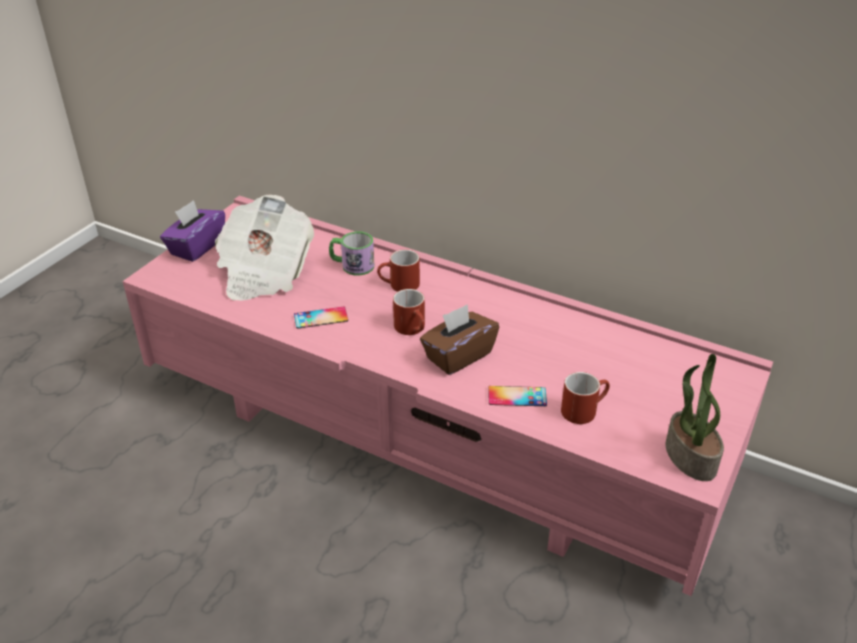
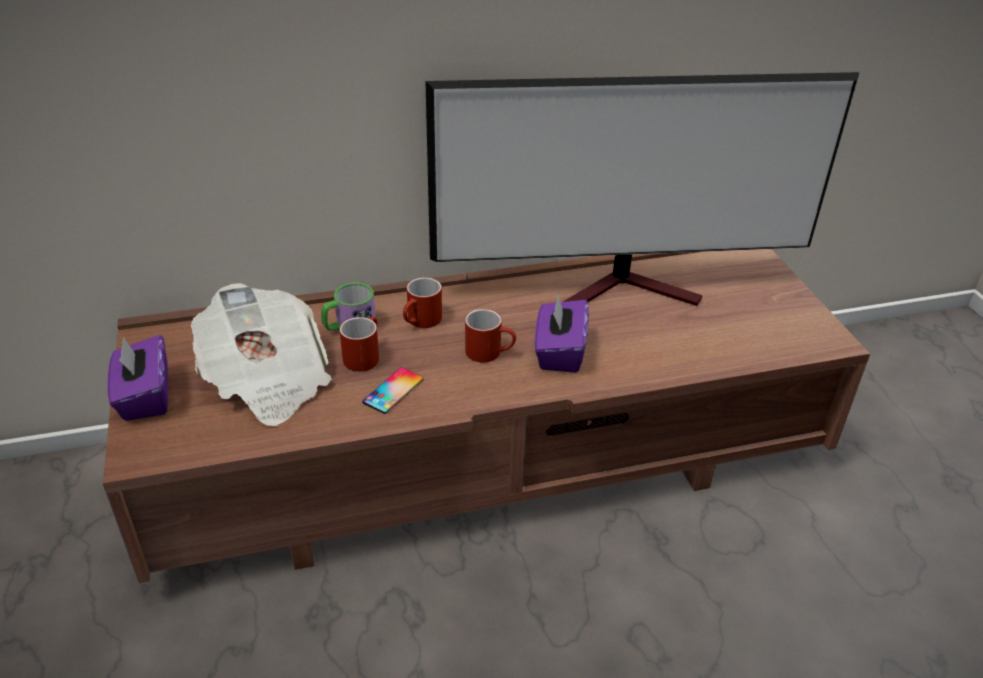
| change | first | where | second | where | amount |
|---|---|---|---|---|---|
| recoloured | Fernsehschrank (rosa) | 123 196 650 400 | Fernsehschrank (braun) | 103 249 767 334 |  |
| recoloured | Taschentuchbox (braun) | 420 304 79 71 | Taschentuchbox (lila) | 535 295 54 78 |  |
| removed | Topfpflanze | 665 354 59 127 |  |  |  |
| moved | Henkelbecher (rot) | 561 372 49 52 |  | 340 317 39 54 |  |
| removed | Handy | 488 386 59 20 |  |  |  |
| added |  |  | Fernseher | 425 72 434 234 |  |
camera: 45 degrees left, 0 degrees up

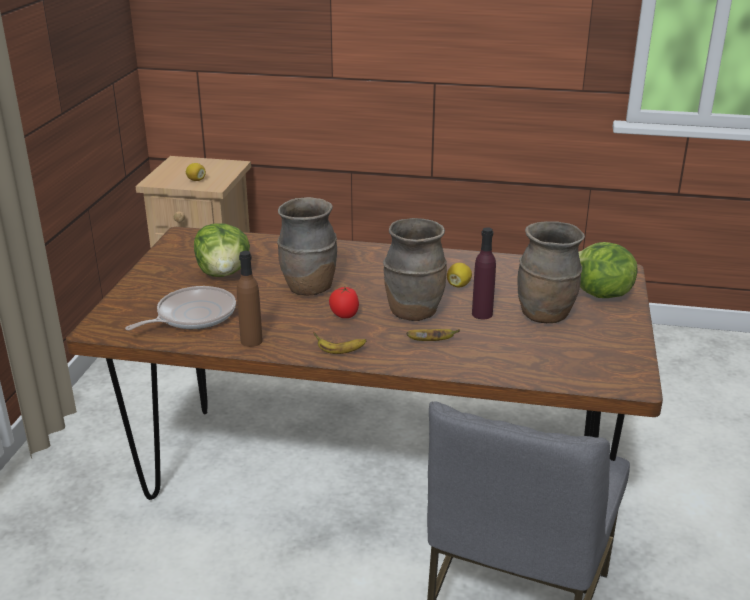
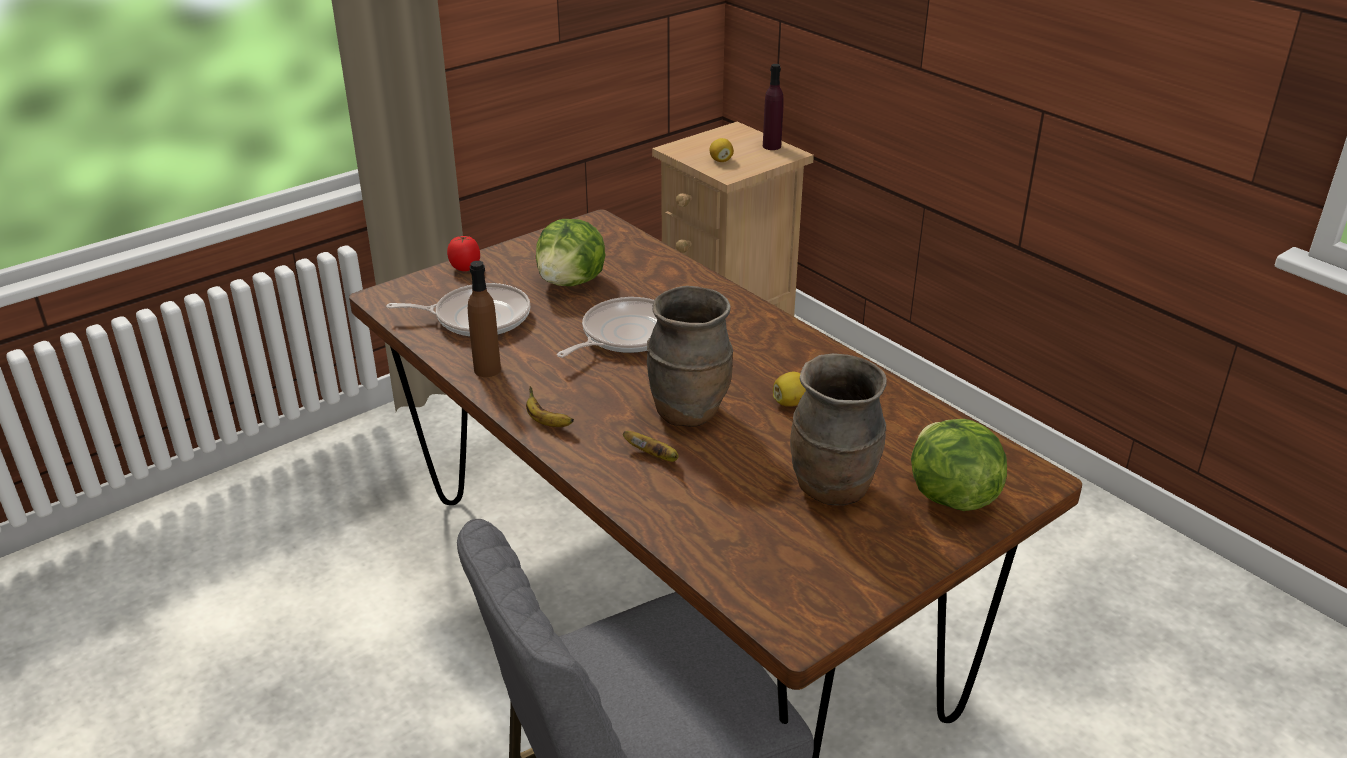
| change | first | where | second | where | amount |
|---|---|---|---|---|---|
| replaced | Vase (braun) | 277 197 60 99 | Pfanne | 557 297 100 61 |  |
| moved | Flasche (lila) | 472 227 24 92 |  | 763 64 21 86 |  |
| moved | Tomate | 329 287 30 31 |  | 447 236 33 35 |  |
camera: 40 degrees right, 5 degrees up

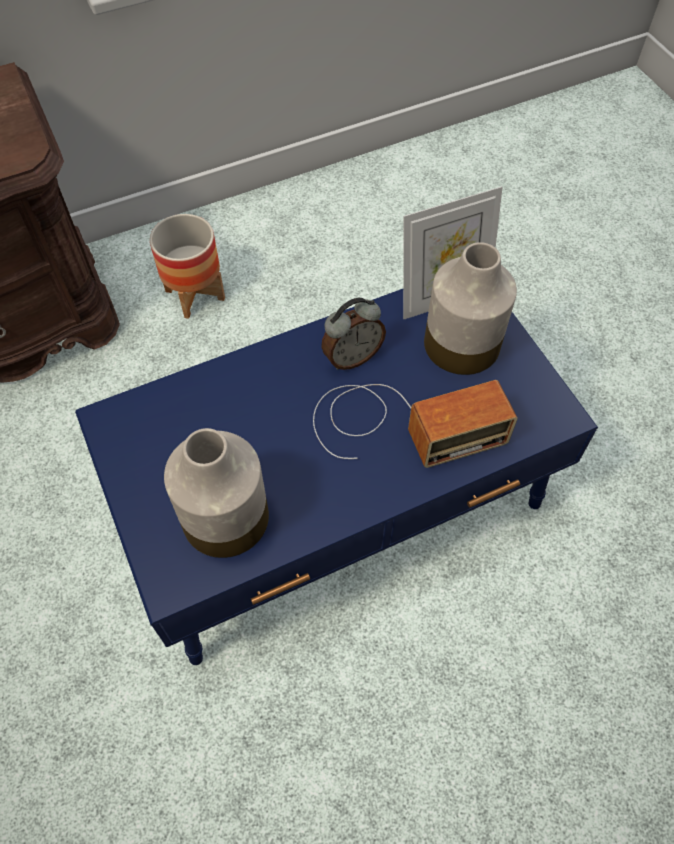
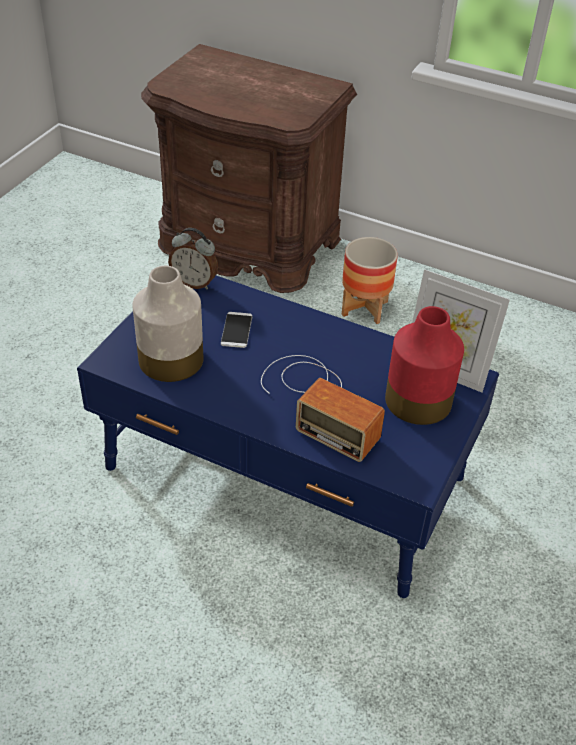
| change | first | where | second | where | amount |
|---|---|---|---|---|---|
| recoloured | Vase (beige) | 424 242 93 133 | Vase (rot) | 385 306 79 119 |  |
| moved | Wecker | 321 298 65 72 |  | 168 228 50 61 |  |
| added |  |  | Handy | 221 312 31 36 |  |
camera: 50 degrees right, 15 degrees down

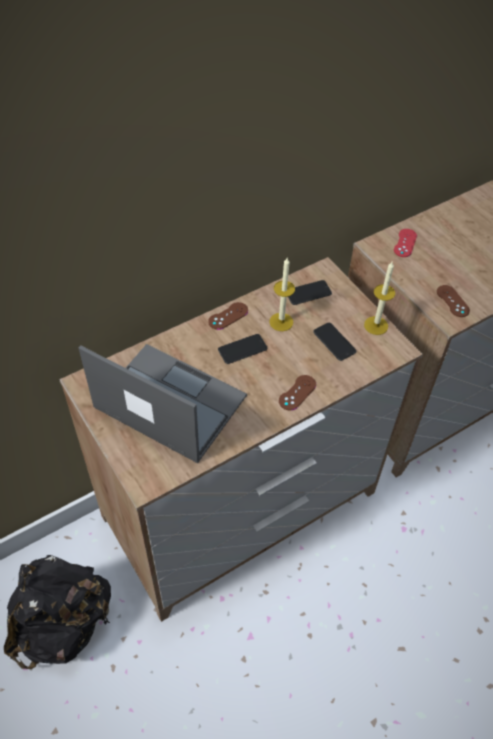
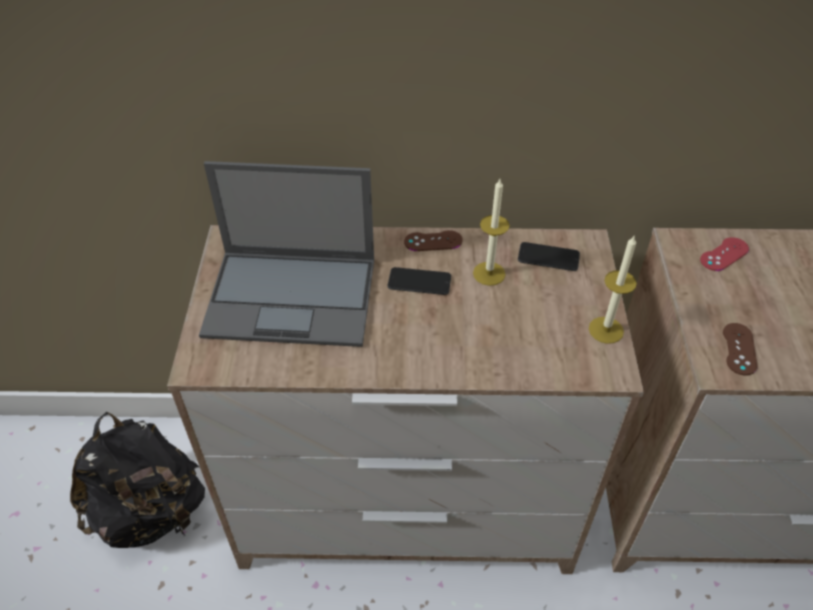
| change | first | where | second | where | amount |
|---|---|---|---|---|---|
| removed | Handy | 313 323 43 38 |  |  |  |
| turned | Laptop | 79 344 168 119 |  | 199 161 175 186 | 120 degrees clockwise |
| removed | Gamepad (braun) | 279 375 37 35 |  |  |  |
camera: 35 degrees right, 5 degrees down

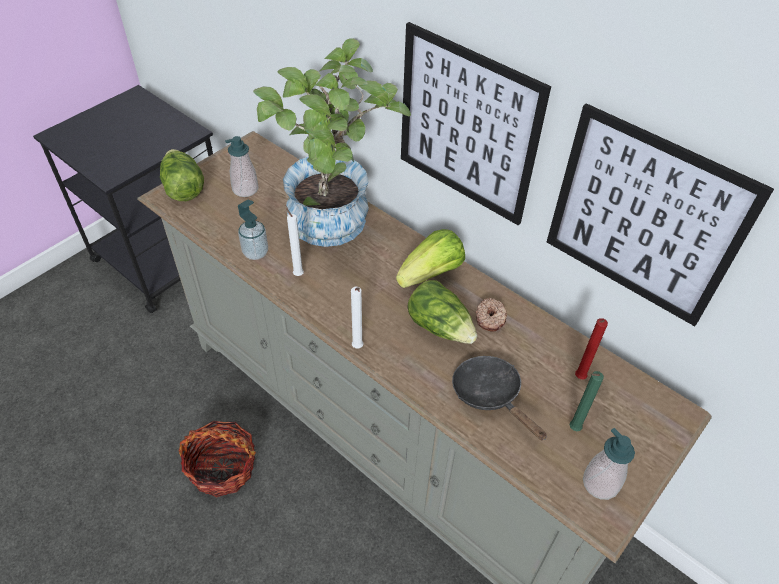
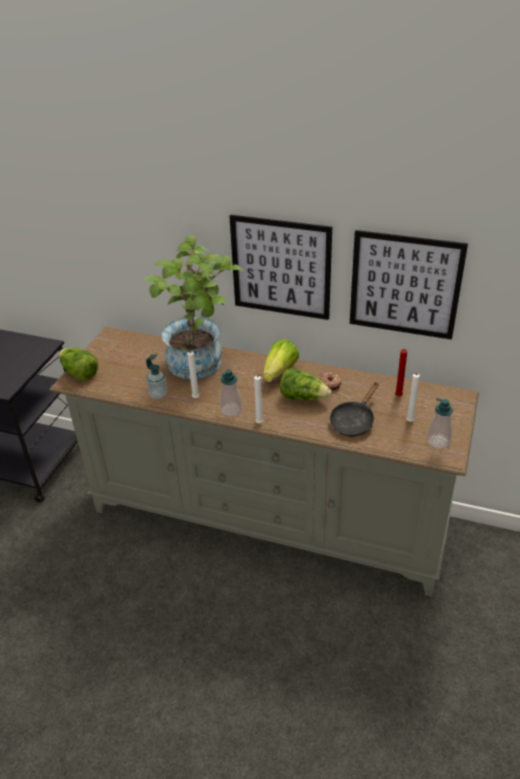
| change | first | where | second | where | amount |
|---|---|---|---|---|---|
| moved | Seifenspender | 225 136 34 61 |  | 220 369 22 48 |  |
| turned | Pfanne (schwarz) | 452 356 95 84 |  | 330 382 48 54 | 90 degrees counterclockwise |
| recoloured | Kerze (grün) | 570 371 34 60 | Kerze (weiß) | 406 373 14 49 |  |
| removed | Korb | 179 421 77 76 |  |  |  |
camera: 20 degrees left, 10 degrees down

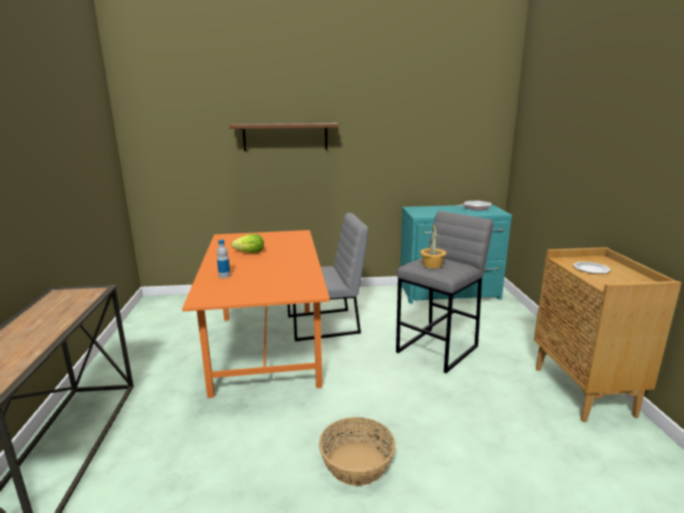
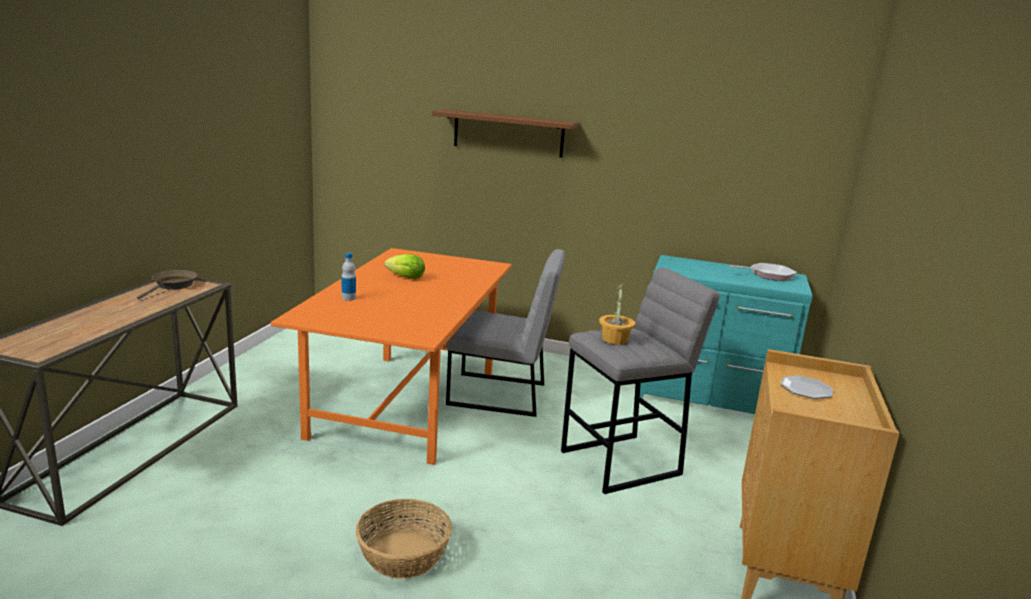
| change | first | where | second | where | amount |
|---|---|---|---|---|---|
| added |  |  | Pfanne (braun) | 137 270 61 29 |  |
camera: 20 degrees right, 0 degrees up

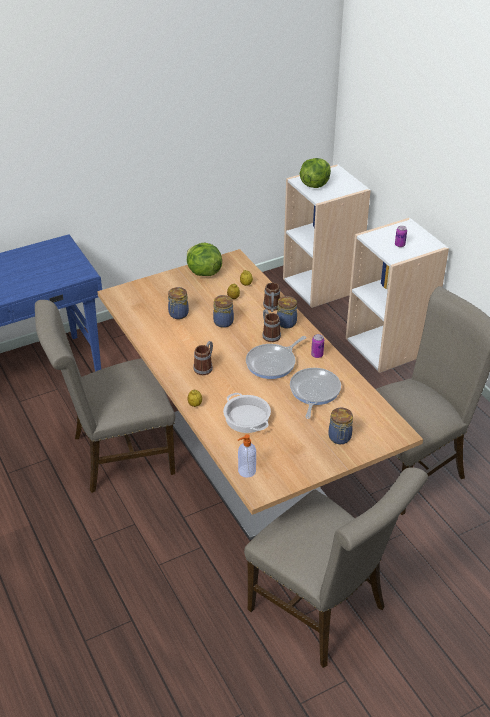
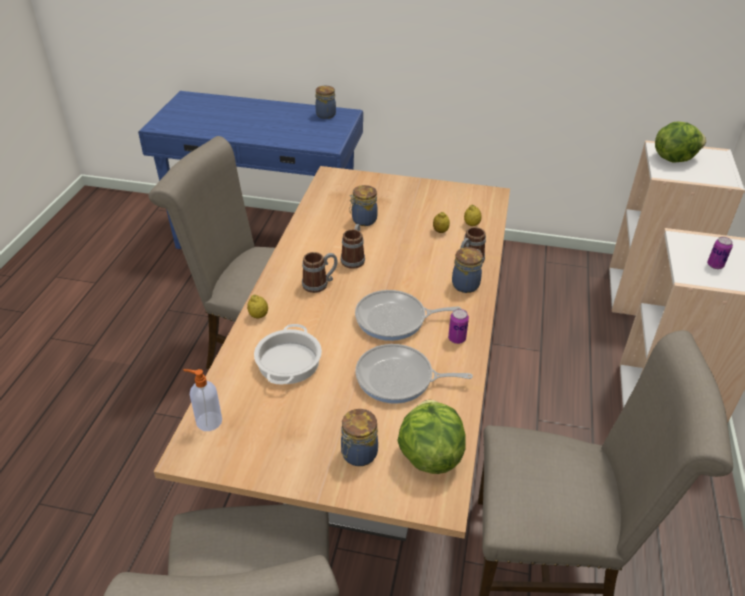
| change | first | where | second | where | amount |
|---|---|---|---|---|---|
| moved | Salatkopf | 187 243 35 33 |  | 397 400 69 74 |  |
| moved | Vorratsglas | 213 295 21 33 |  | 316 86 20 33 |  |
| moved | Henkelbecher | 262 309 19 33 |  | 341 224 24 45 |  |
| turned | Pfanne | 290 368 51 51 |  | 355 344 118 60 | 135 degrees counterclockwise |
camera: 40 degrees right, 0 degrees up

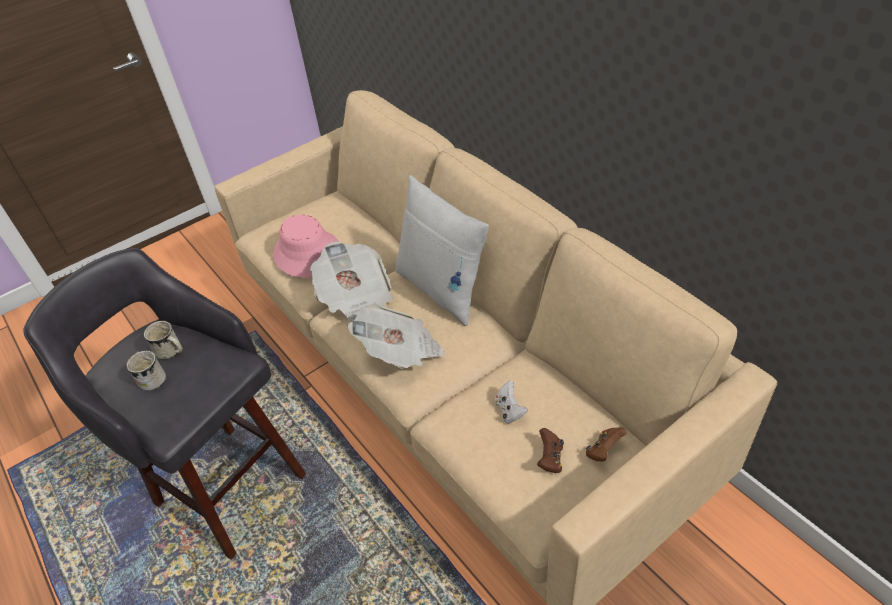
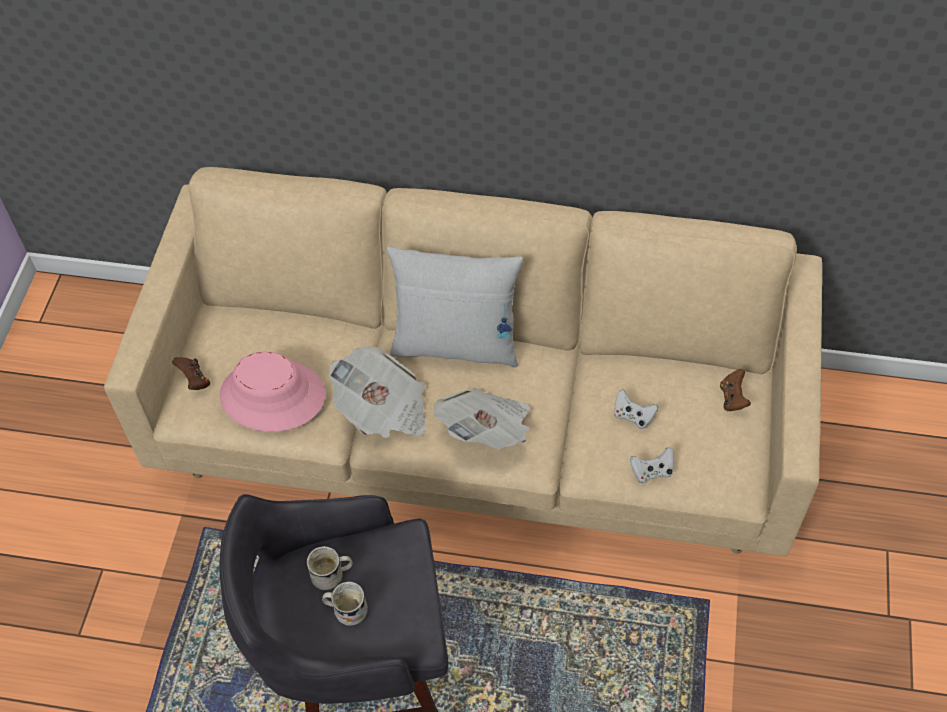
| change | first | where | second | where | amount |
|---|---|---|---|---|---|
| moved | Gamepad (braun) | 537 428 27 45 |  | 172 357 38 33 |  |
| added |  |  | Gamepad (weiß) | 630 446 44 38 |  |
camera: 45 degrees left, 10 degrees up

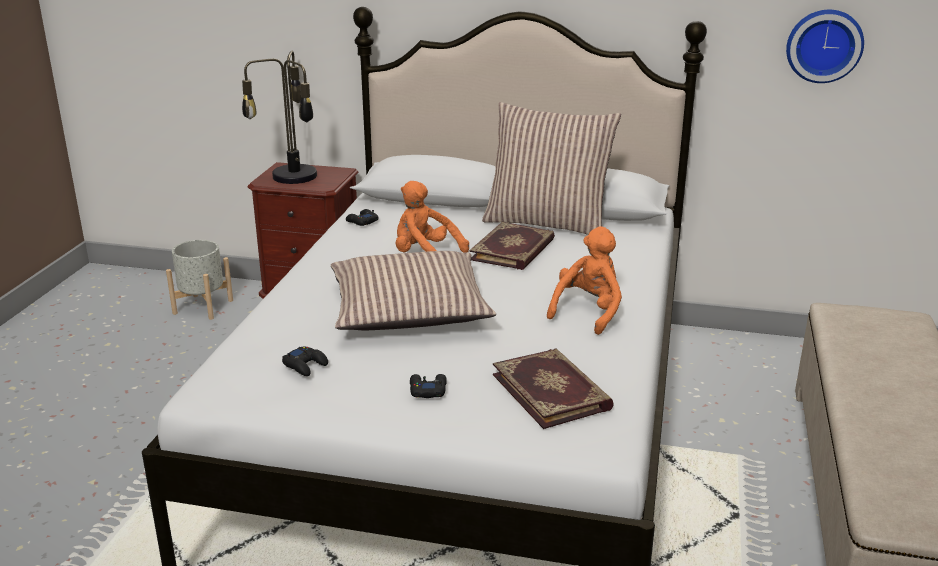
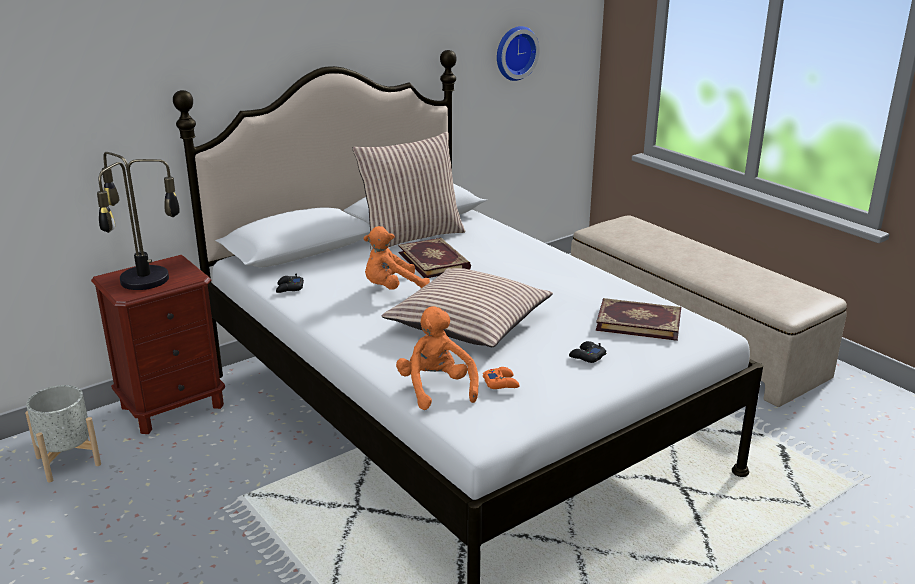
| change | first | where | second | where | amount |
|---|---|---|---|---|---|
| moved | Plüschtier (orange) | 547 226 75 109 |  | 396 306 83 104 |  |
| recoloured | Gamepad (schwarz) | 282 347 46 29 | Gamepad (orange) | 483 367 37 22 |  |
camera: 50 degrees left, 0 degrees up

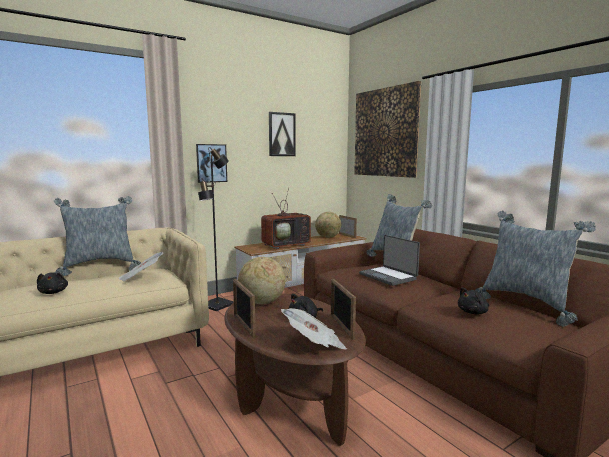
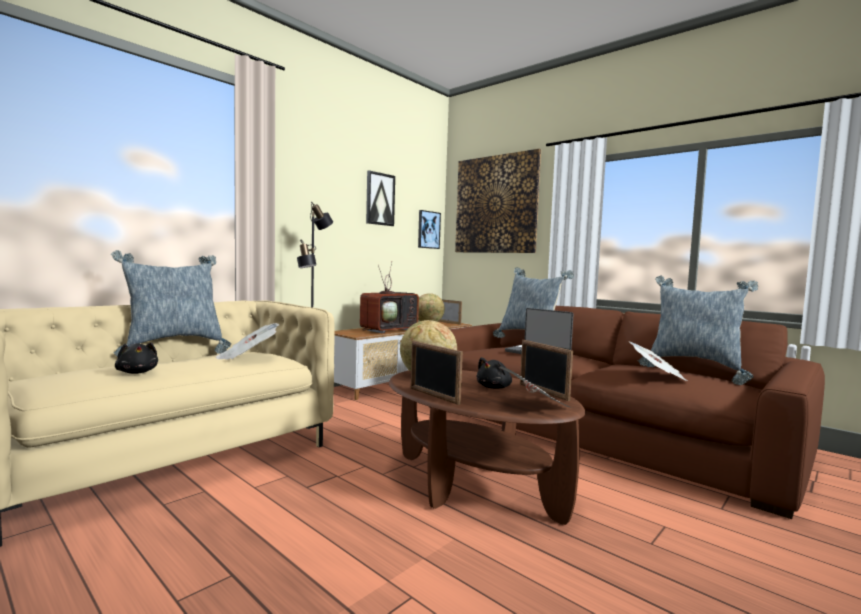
| change | first | where | second | where | amount |
|---|---|---|---|---|---|
| moved | Bild | 196 144 31 39 |  | 418 210 23 39 |  |
| replaced | Plüschtier (schwarz) | 458 287 32 27 | Zeitung | 628 341 59 40 |  |
camera: 15 degrees left, 5 degrees down

